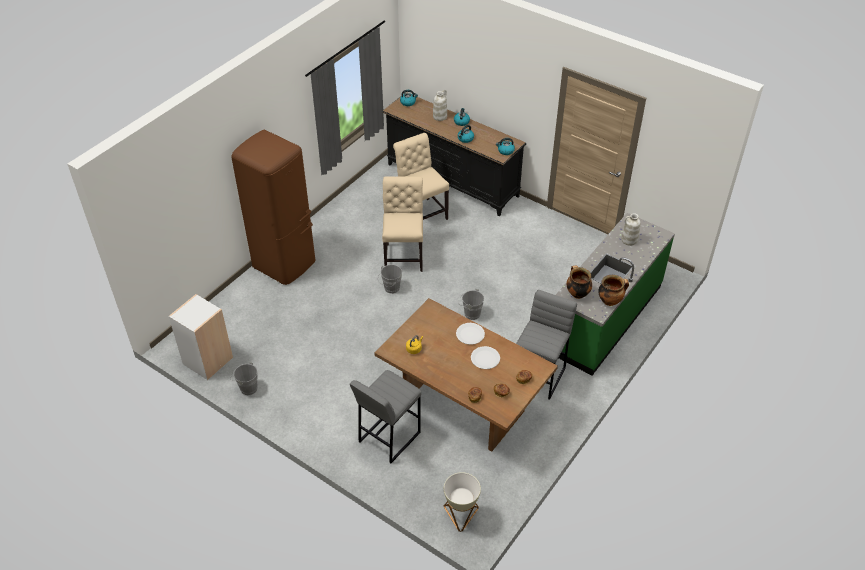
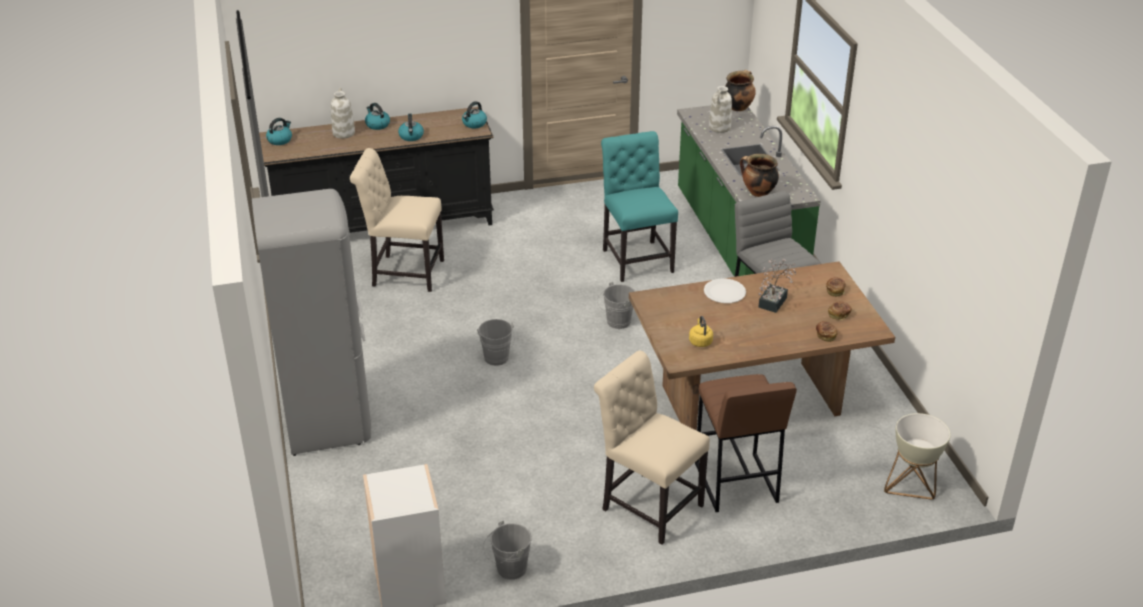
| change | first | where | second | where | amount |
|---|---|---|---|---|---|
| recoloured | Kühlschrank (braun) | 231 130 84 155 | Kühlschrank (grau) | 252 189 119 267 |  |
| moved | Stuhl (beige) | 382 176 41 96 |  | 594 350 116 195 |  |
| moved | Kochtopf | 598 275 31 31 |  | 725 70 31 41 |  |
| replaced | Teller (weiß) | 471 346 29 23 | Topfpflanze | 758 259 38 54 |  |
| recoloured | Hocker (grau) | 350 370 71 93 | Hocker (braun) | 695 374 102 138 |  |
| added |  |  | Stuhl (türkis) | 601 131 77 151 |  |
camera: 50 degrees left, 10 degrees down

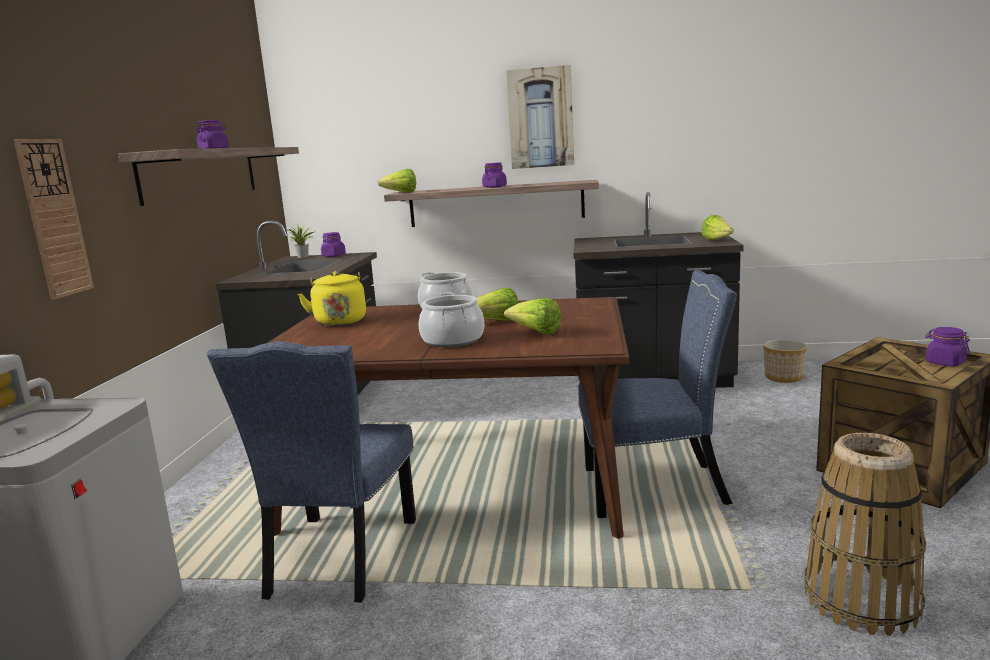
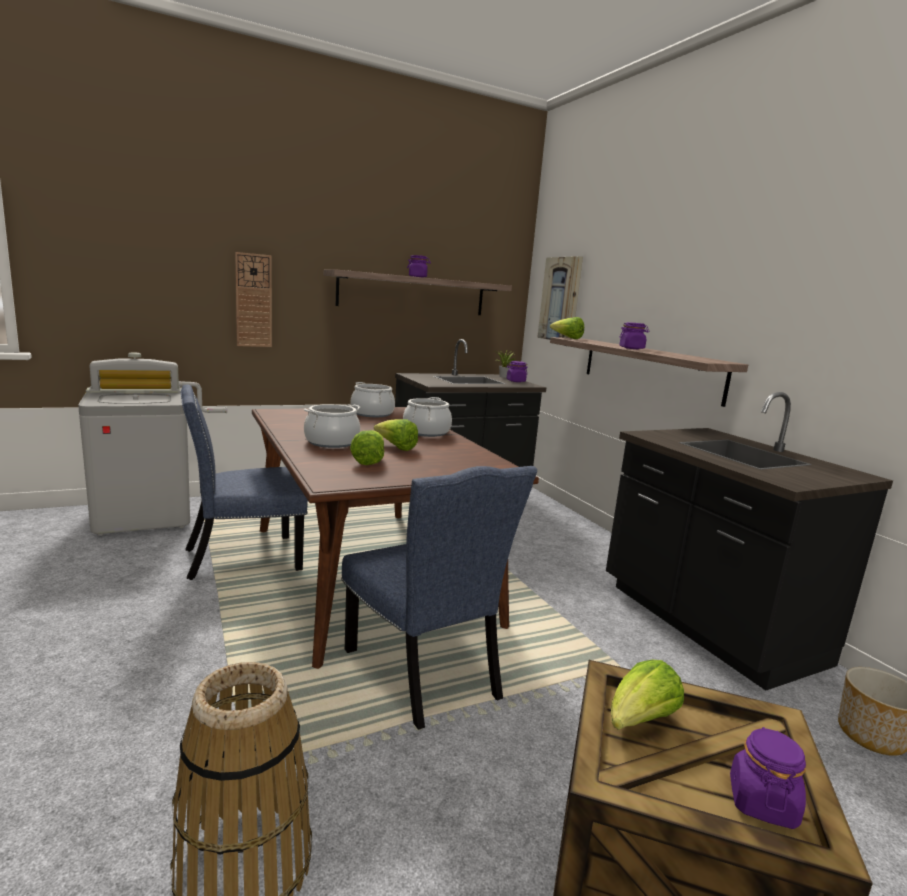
| change | first | where | second | where | amount |
|---|---|---|---|---|---|
| moved | Bild | 506 65 68 104 |  | 537 256 46 84 |  |
| moved | Salatkopf | 702 215 32 25 |  | 611 660 73 70 |  |
| replaced | Wasserkessel (gelb) | 298 271 68 55 | Kochtopf | 350 382 45 35 |  |
camera: 55 degrees right, 0 degrees up

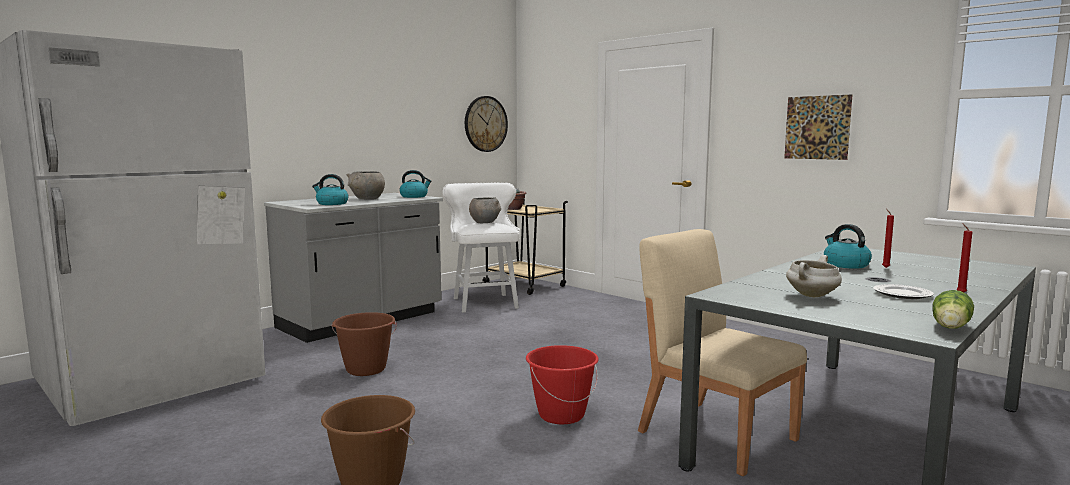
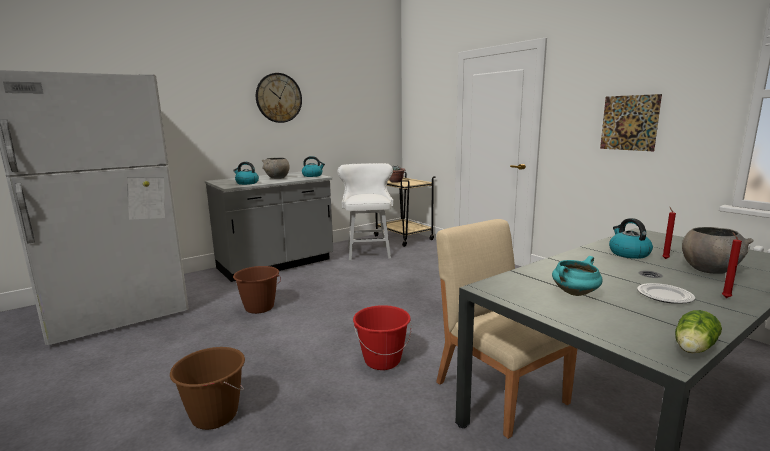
| change | first | where | second | where | amount |
|---|---|---|---|---|---|
| moved | Wanduhr | 465 96 43 56 |  | 256 73 46 50 |  |
| moved | Schüssel (grau) | 469 197 32 26 |  | 682 227 72 47 |  |
| recoloured | Kochtopf (weiß) | 786 255 56 42 | Kochtopf (türkis) | 552 256 51 40 |  |
camera: 10 degrees right, 5 degrees up

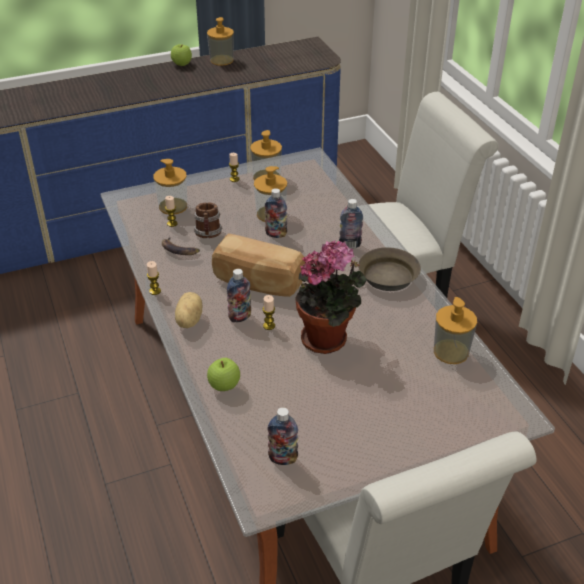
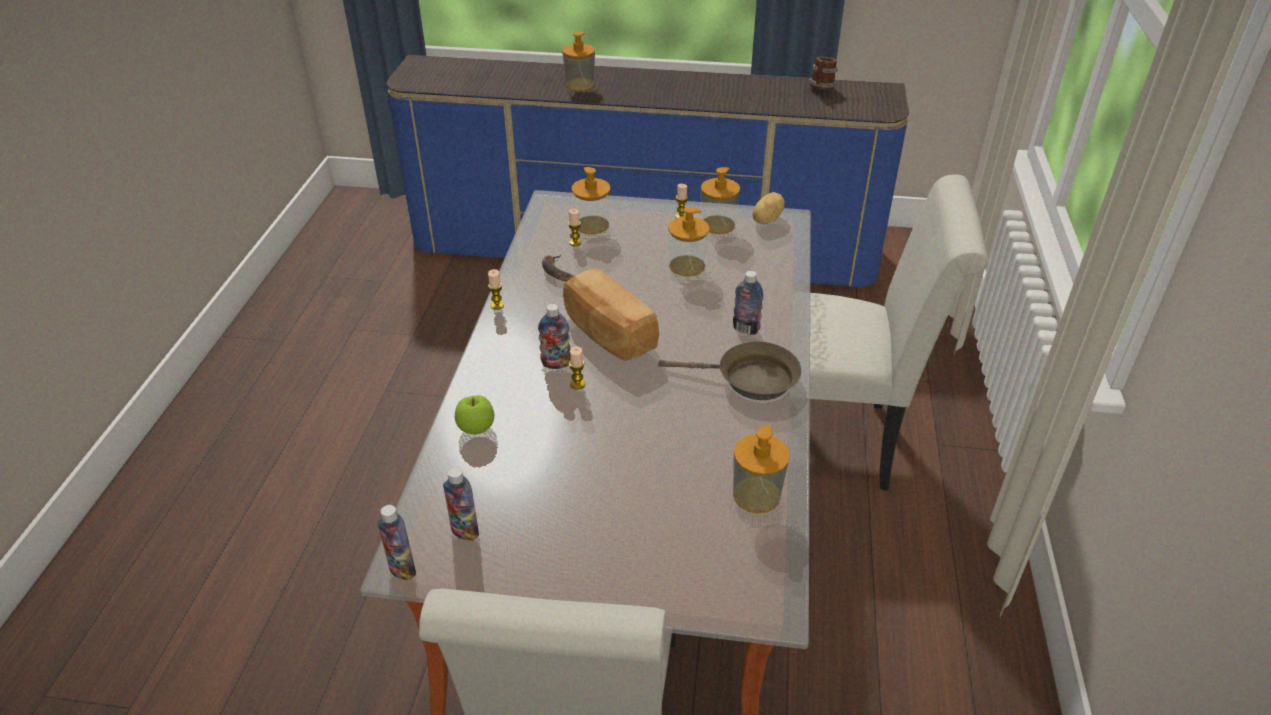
| change | first | where | second | where | amount |
|---|---|---|---|---|---|
| moved | Seifenspender | 207 17 27 49 |  | 562 32 33 59 |  |
| removed | Apfel | 171 44 21 22 |  |  |  |
| moved | Flasche | 265 188 22 50 |  | 377 505 39 75 |  |
| moved | Henkelbecher | 194 202 29 36 |  | 809 57 29 33 |  |
| removed | Topfpflanze | 295 240 72 114 |  |  |  |
| moved | Kartoffel | 175 292 27 36 |  | 752 192 33 32 |  |
camera: 30 degrees right, 0 degrees up

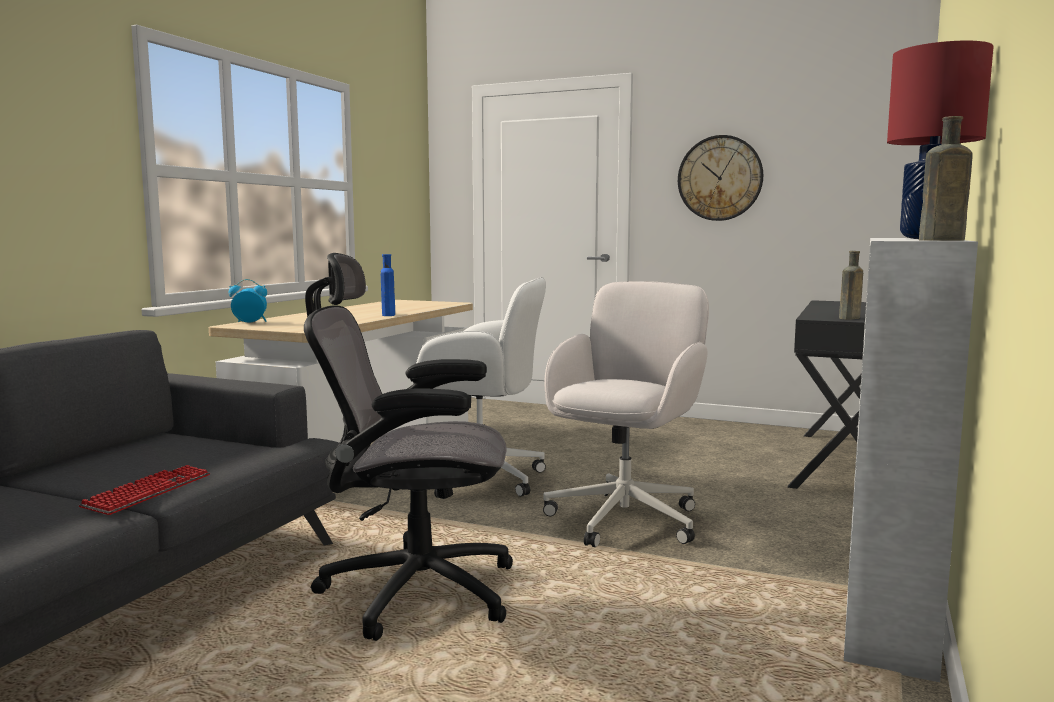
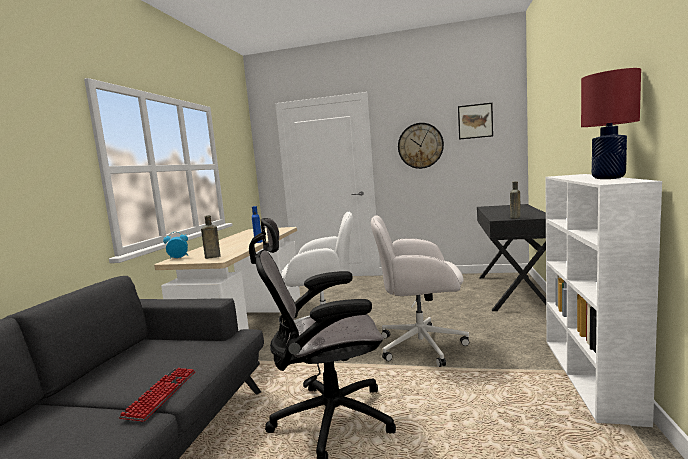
| change | first | where | second | where | amount |
|---|---|---|---|---|---|
| moved | Flasche (braun) | 919 116 54 125 |  | 201 215 20 44 |  |
| turned | Bürostuhl (weiß) | 543 281 166 266 |  | 371 215 98 152 | 105 degrees counterclockwise |
| added |  |  | Bild | 458 103 35 37 |  |
camera: 10 degrees left, 0 degrees up

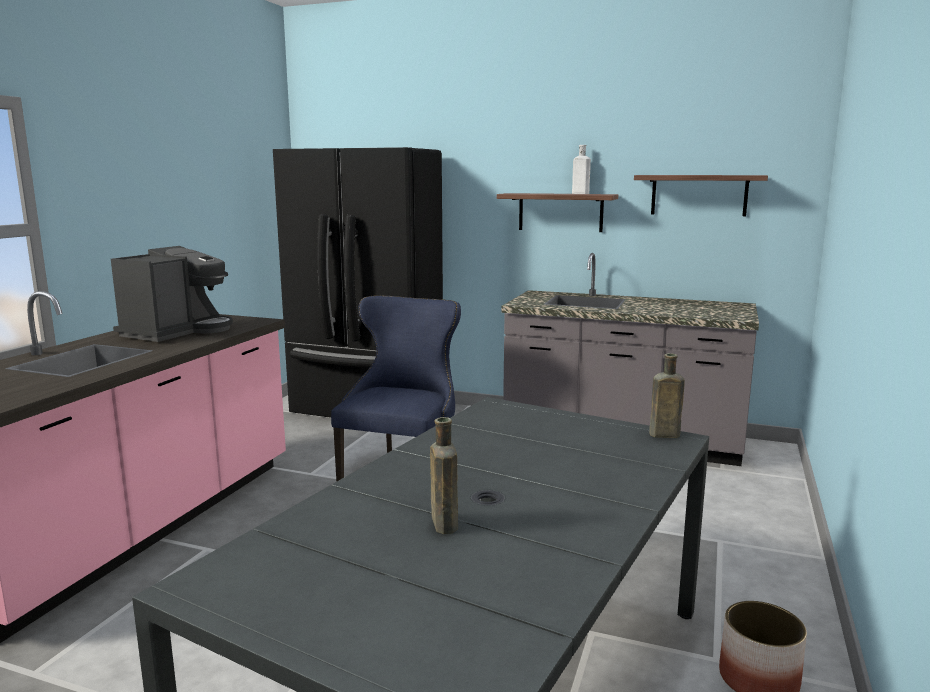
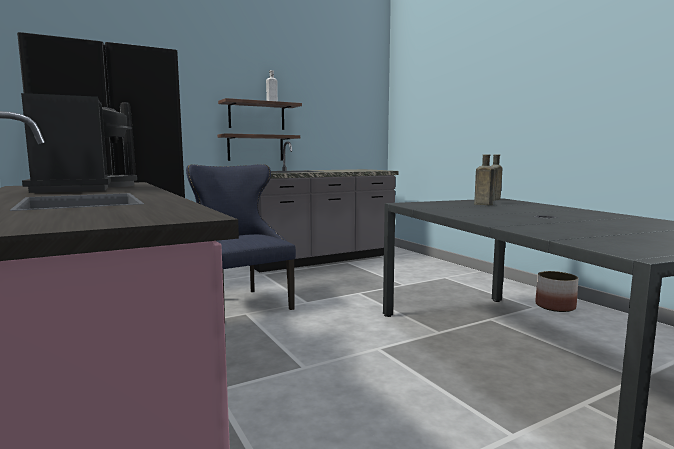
| change | first | where | second | where | amount |
|---|---|---|---|---|---|
| moved | Wandregal | 634 175 134 41 |  | 217 133 83 28 |  |
| moved | Flasche (braun) | 430 417 28 117 |  | 474 154 21 51 |  |
camera: 50 degrees left, 5 degrees down

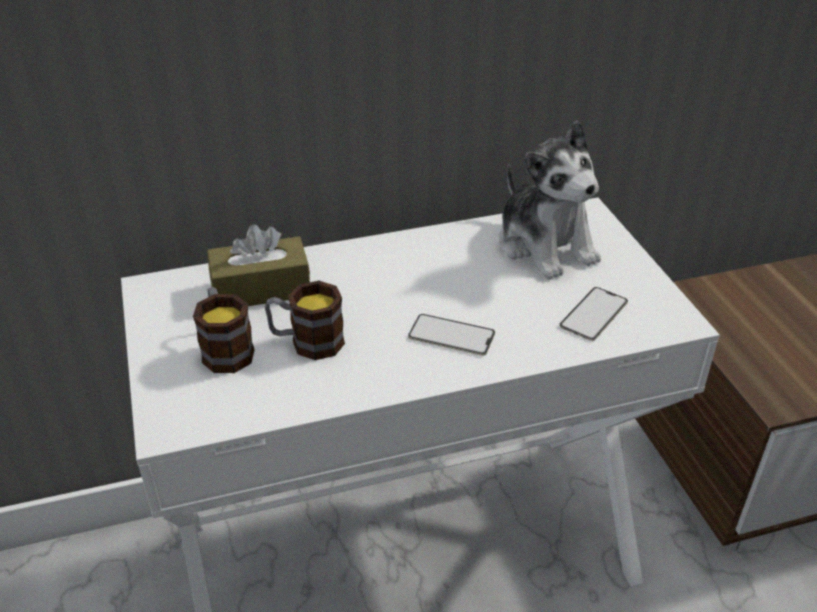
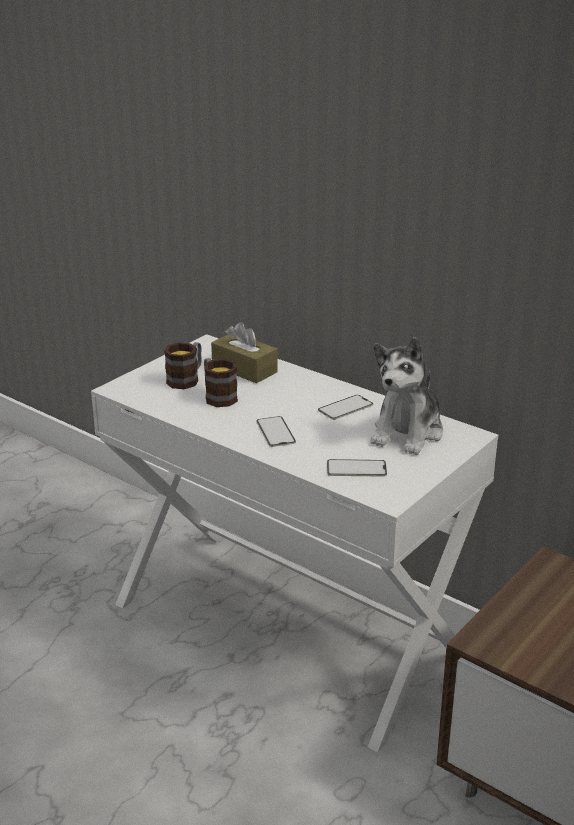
| change | first | where | second | where | amount |
|---|---|---|---|---|---|
| added |  |  | Handy | 318 395 55 25 |  |
camera: 55 degrees right, 10 degrees down

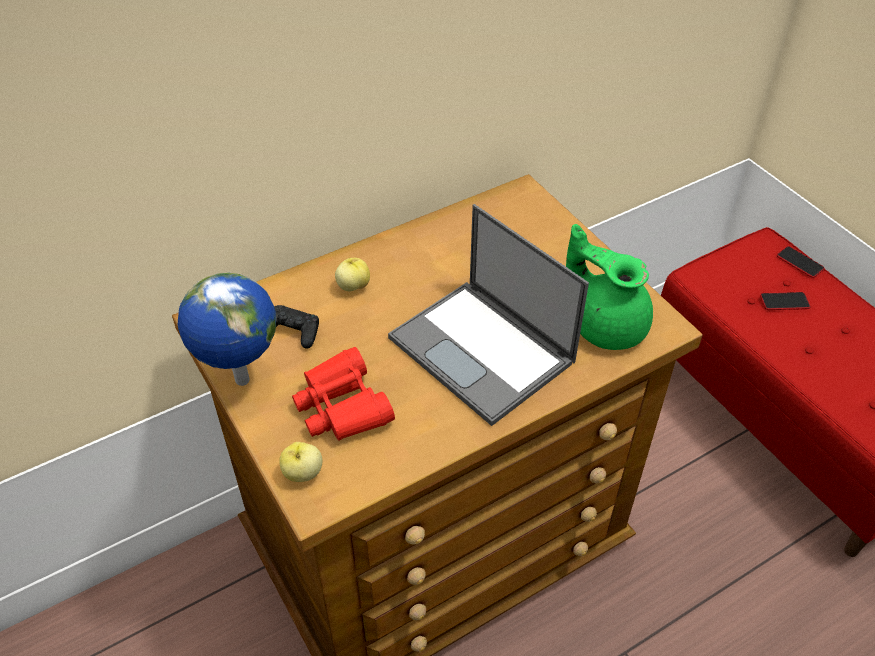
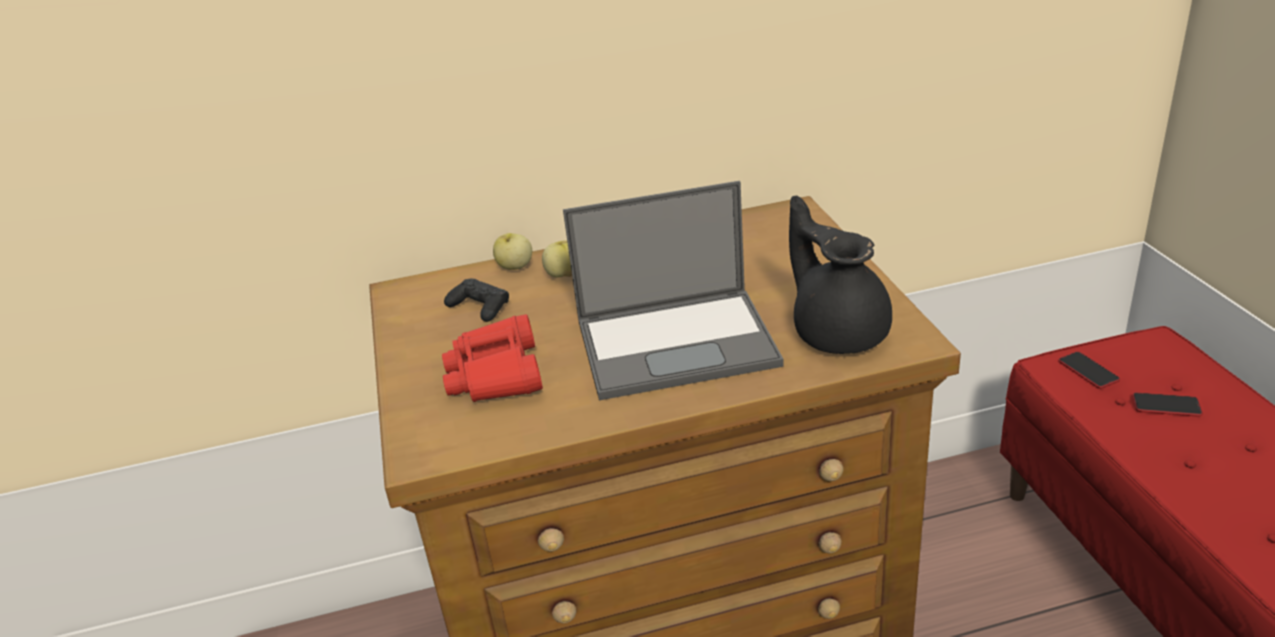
| change | first | where | second | where | amount |
|---|---|---|---|---|---|
| turned | Laptop | 388 204 201 222 |  | 563 181 221 219 | 75 degrees counterclockwise |
| recoloured | Teekanne (grün) | 566 224 87 126 | Teekanne (schwarz) | 789 196 103 158 |  |
| moved | Handy | 777 246 48 32 |  | 1058 351 62 38 |  |
| removed | Globus | 178 272 98 114 |  |  |  |
| moved | Apfel | 279 442 43 40 |  | 493 233 39 37 |  |
camera: 20 degrees right, 15 degrees down

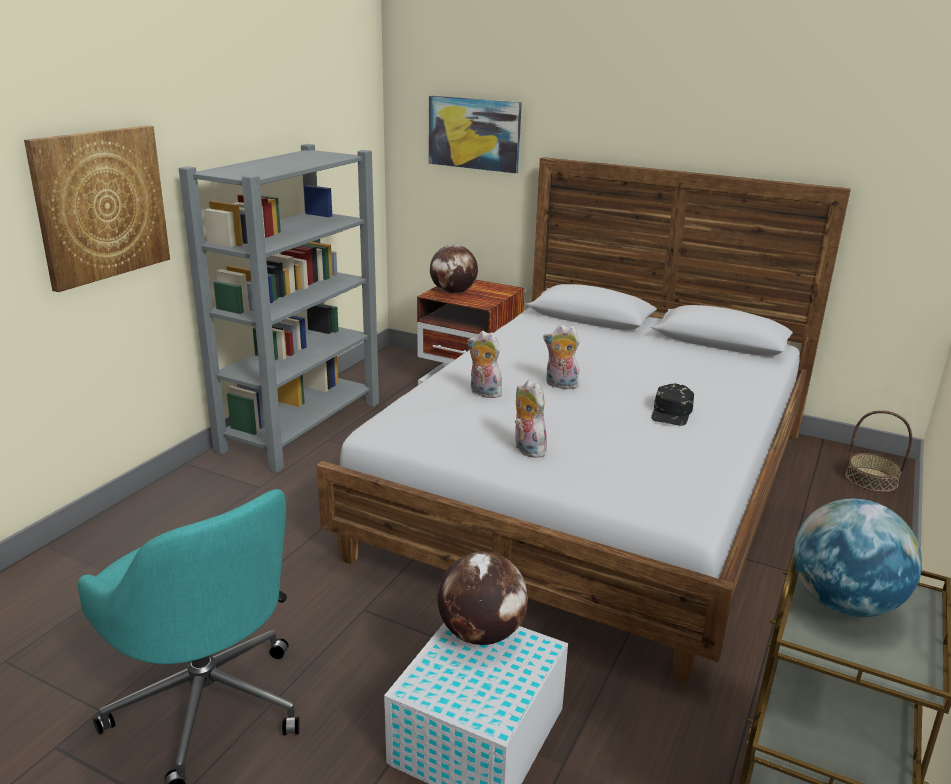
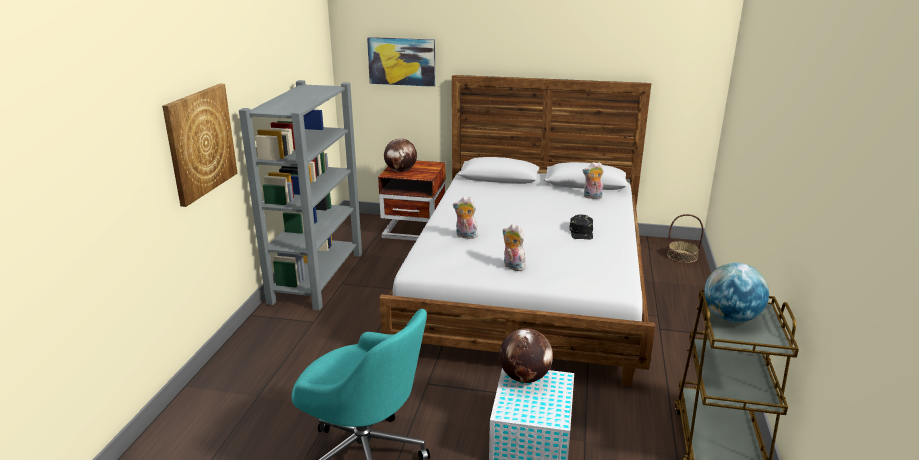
| change | first | where | second | where | amount |
|---|---|---|---|---|---|
| moved | Plüschtier | 543 325 37 64 |  | 582 162 22 37 |  |
camera: 15 degrees left, 0 degrees up

